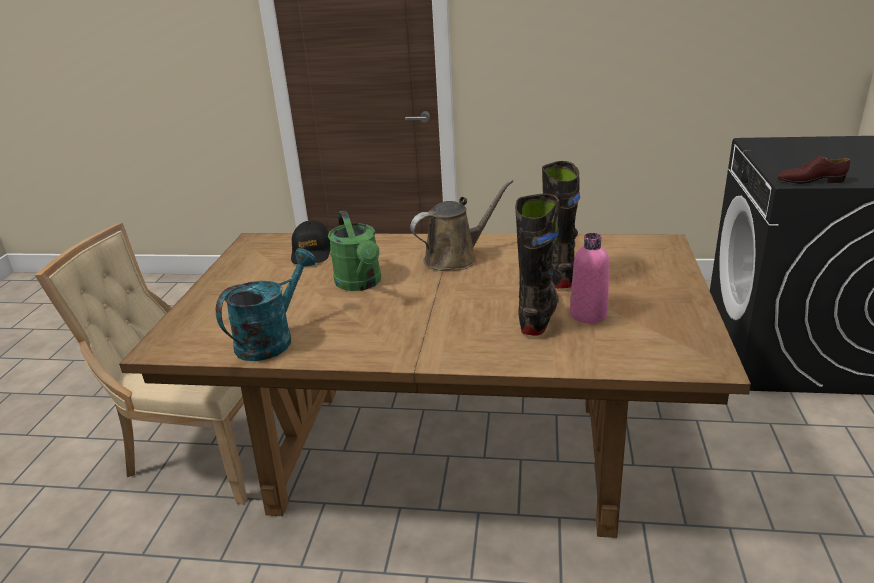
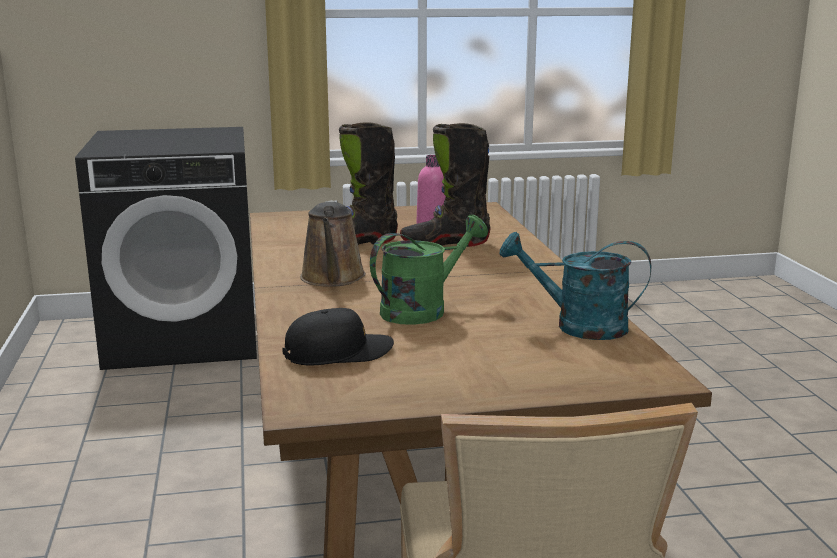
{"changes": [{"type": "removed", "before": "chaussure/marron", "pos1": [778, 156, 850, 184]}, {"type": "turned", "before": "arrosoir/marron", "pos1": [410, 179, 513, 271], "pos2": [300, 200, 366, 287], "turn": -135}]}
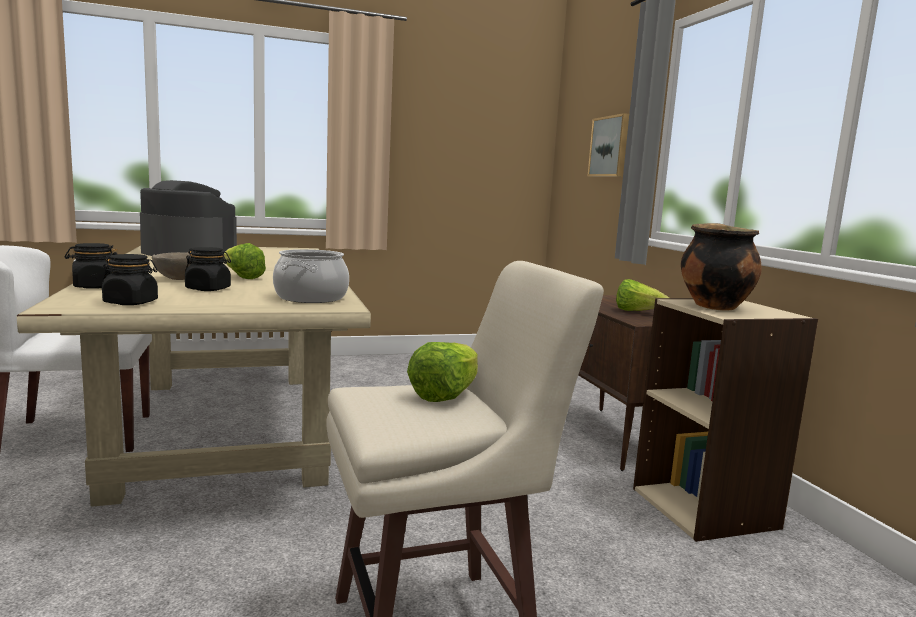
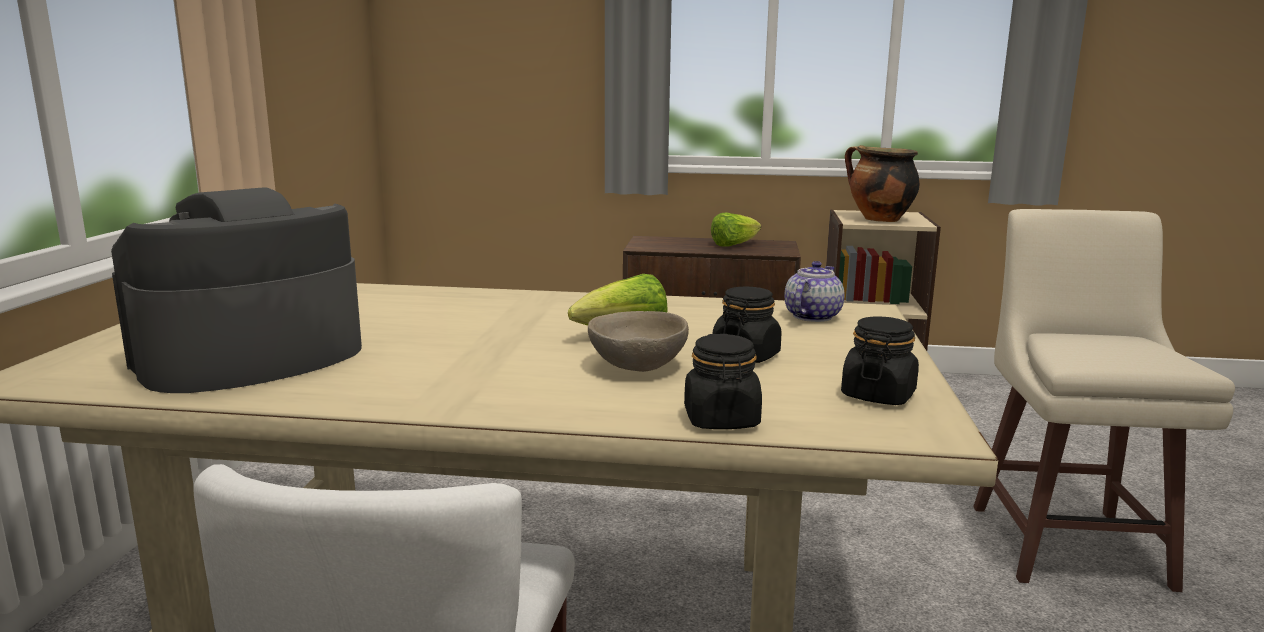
{"changes": [{"type": "removed", "before": "tableau", "pos1": [587, 113, 629, 177]}, {"type": "replaced", "before": "marmite", "after": "théière", "pos1": [273, 249, 349, 303], "pos2": [784, 261, 844, 322]}, {"type": "removed", "before": "laitue", "pos1": [407, 342, 478, 402]}]}
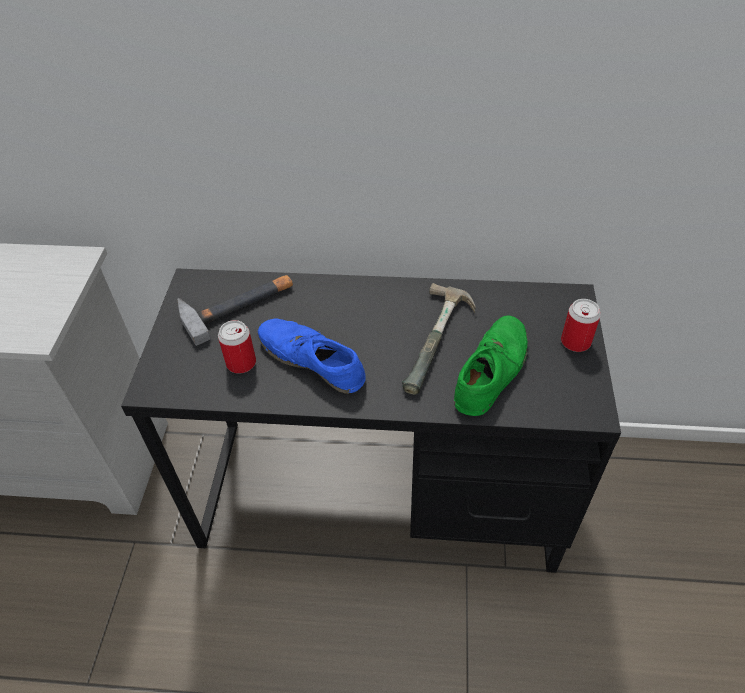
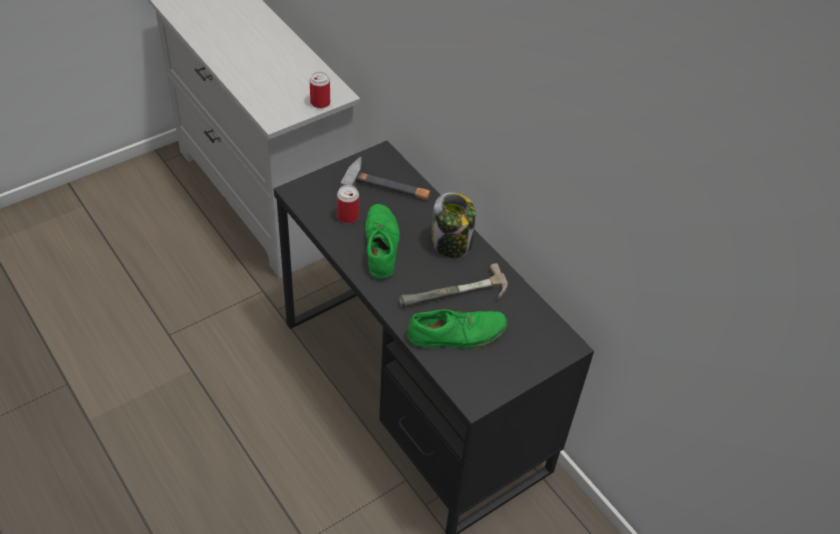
{"changes": [{"type": "moved", "before": "boîte métallique", "pos1": [561, 299, 601, 352], "pos2": [310, 71, 330, 108]}, {"type": "recoloured", "before": "chaussure/bleu", "after": "chaussure/vert", "pos1": [257, 319, 366, 394], "pos2": [365, 204, 400, 279]}, {"type": "added", "after": "bocal", "pos2": [431, 192, 475, 258]}]}
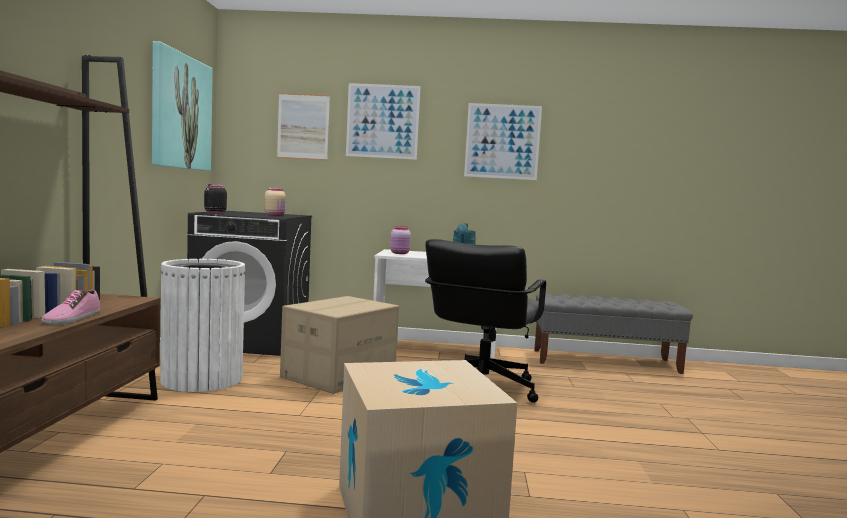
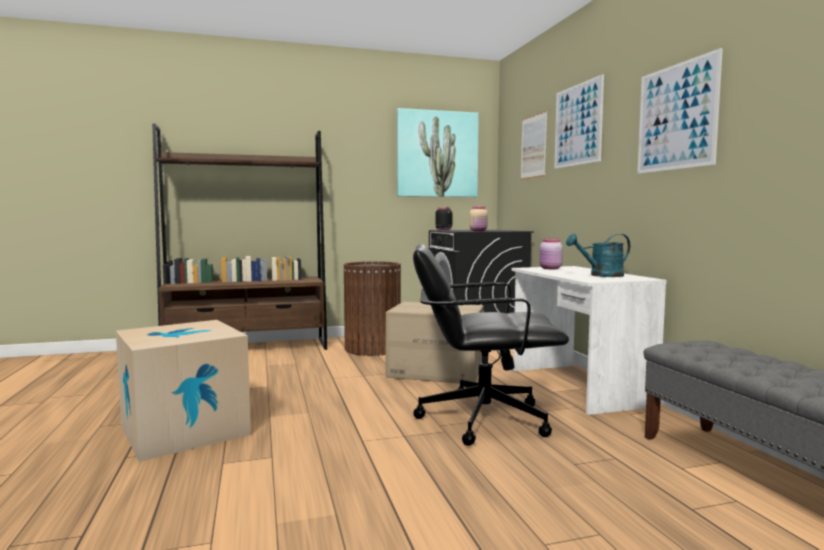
{"changes": [{"type": "recoloured", "before": "poubelle/blanc", "after": "poubelle/marron", "pos1": [160, 259, 246, 392], "pos2": [343, 261, 401, 356]}, {"type": "removed", "before": "chaussure", "pos1": [41, 290, 100, 324]}]}
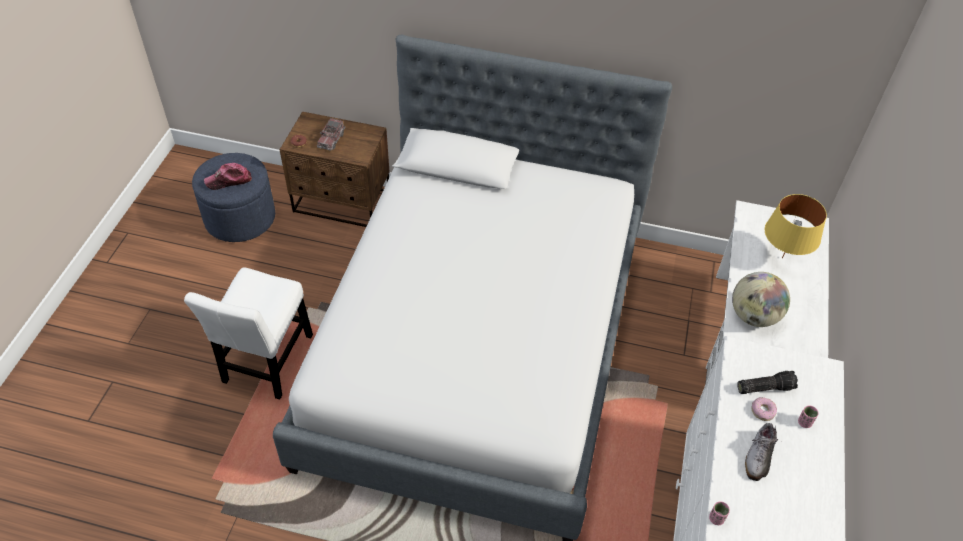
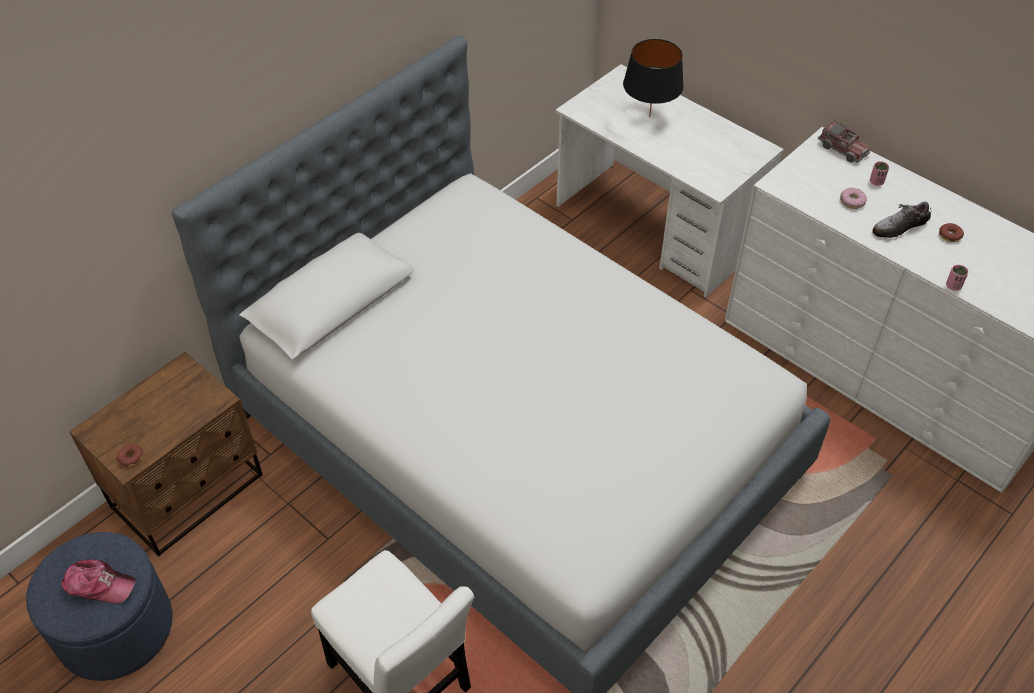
{"changes": [{"type": "moved", "before": "camion jouet", "pos1": [317, 118, 346, 151], "pos2": [818, 120, 870, 163]}, {"type": "turned", "before": "casquette", "pos1": [204, 163, 252, 190], "pos2": [61, 559, 136, 603], "turn": -90}, {"type": "recoloured", "before": "lampe de table/jaune", "after": "lampe de table/noir", "pos1": [765, 194, 827, 259], "pos2": [623, 39, 684, 117]}, {"type": "removed", "before": "globe", "pos1": [732, 272, 790, 327]}, {"type": "removed", "before": "lampe de poche", "pos1": [737, 371, 798, 394]}, {"type": "turned", "before": "chaussure", "pos1": [745, 423, 778, 481], "pos2": [872, 202, 931, 238], "turn": 105}, {"type": "added", "after": "beignet", "pos2": [939, 223, 964, 242]}]}
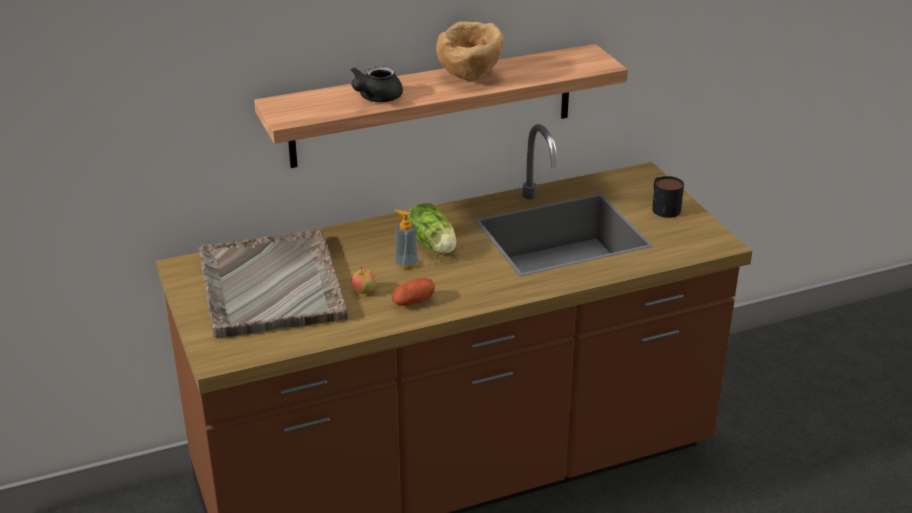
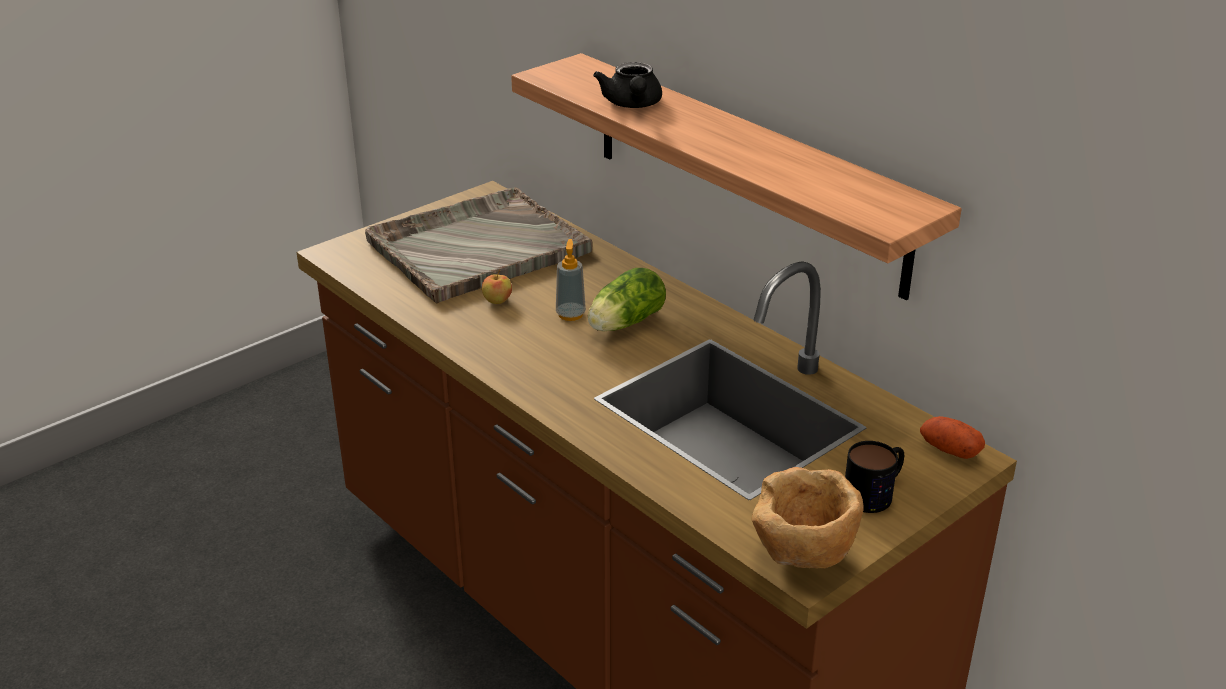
{"changes": [{"type": "moved", "before": "bol/marron", "pos1": [436, 21, 504, 81], "pos2": [752, 467, 864, 568]}, {"type": "turned", "before": "théière/noir", "pos1": [351, 66, 403, 102], "pos2": [593, 62, 662, 108], "turn": -105}, {"type": "moved", "before": "pomme de terre", "pos1": [392, 278, 435, 306], "pos2": [920, 416, 985, 459]}]}
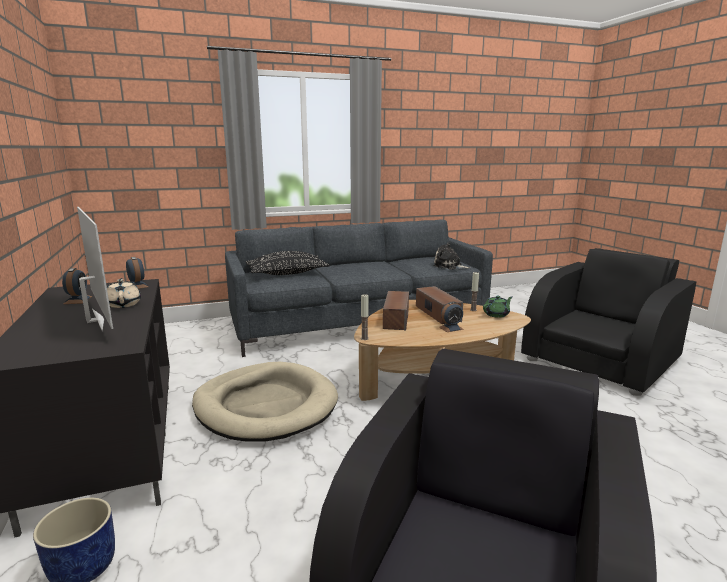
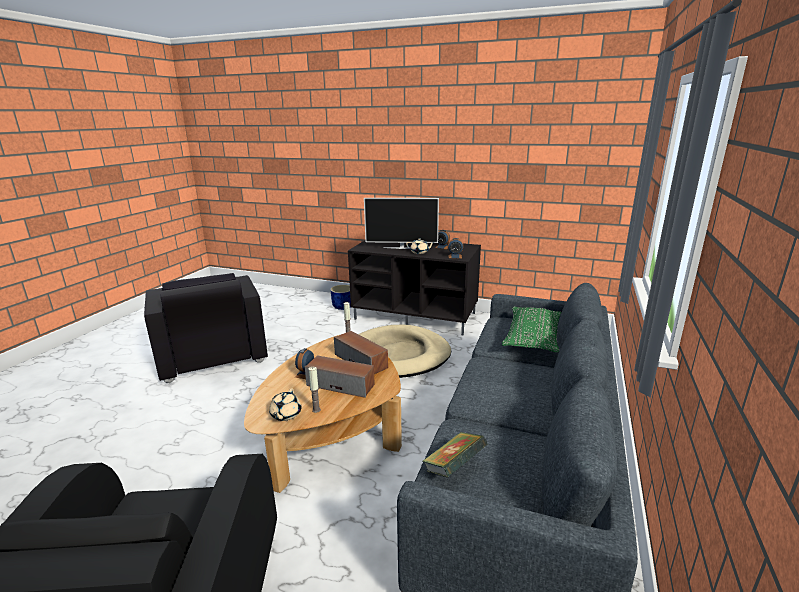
{"changes": [{"type": "replaced", "before": "peluche", "after": "livre", "pos1": [433, 242, 470, 270], "pos2": [422, 432, 488, 478]}, {"type": "recoloured", "before": "coussin/noir", "after": "coussin/vert", "pos1": [246, 251, 330, 275], "pos2": [502, 307, 561, 352]}, {"type": "recoloured", "before": "théière/vert", "after": "théière/beige", "pos1": [483, 296, 513, 318], "pos2": [269, 388, 301, 421]}]}
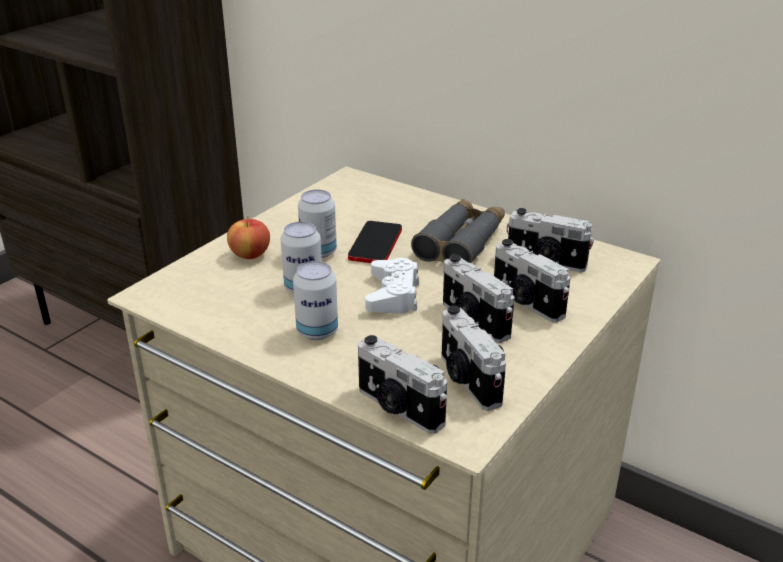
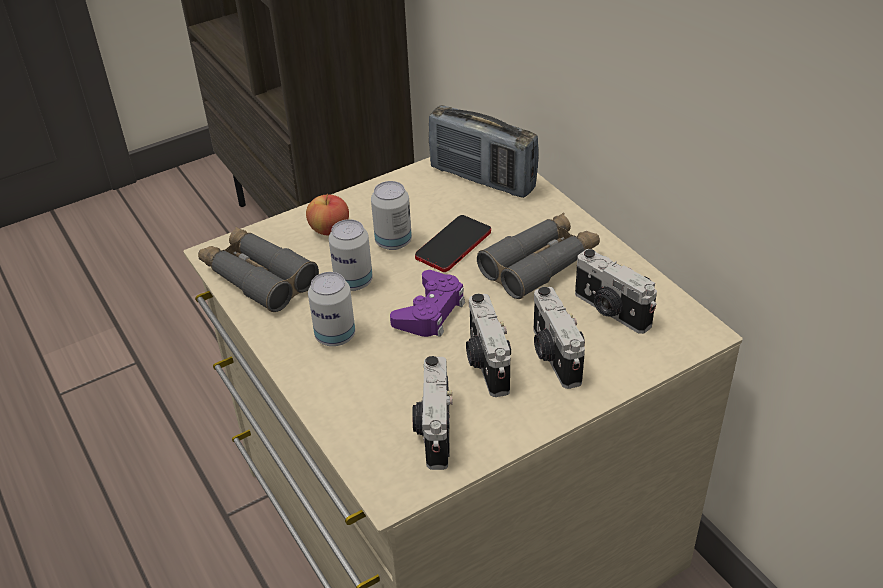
{"changes": [{"type": "recoloured", "before": "manette/blanc", "after": "manette/violet", "pos1": [365, 258, 419, 314], "pos2": [390, 270, 465, 337]}, {"type": "removed", "before": "appareil photo", "pos1": [358, 335, 447, 434]}, {"type": "added", "after": "radio", "pos2": [429, 105, 539, 198]}, {"type": "added", "after": "jumelles/gris", "pos2": [198, 227, 319, 312]}]}
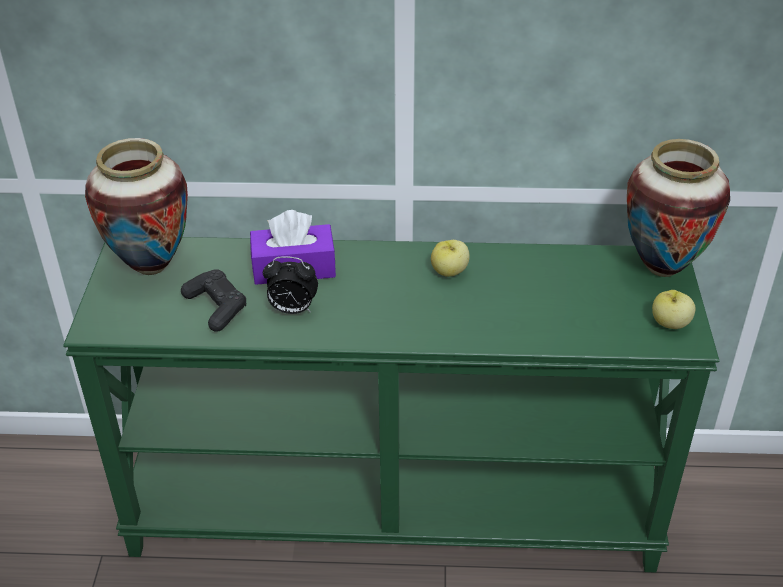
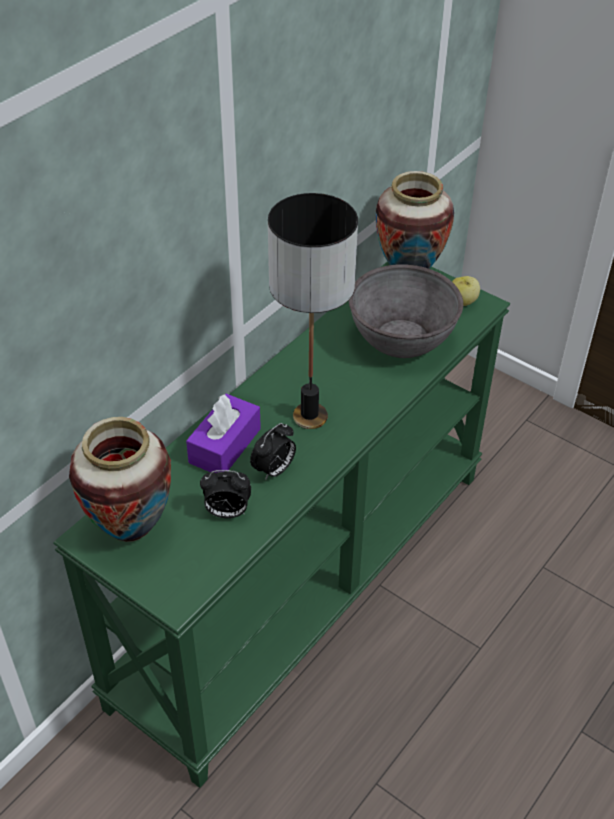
{"changes": [{"type": "removed", "before": "pomme", "pos1": [431, 240, 470, 277]}, {"type": "replaced", "before": "manette/noir", "after": "réveil", "pos1": [181, 269, 246, 332], "pos2": [200, 470, 251, 518]}, {"type": "added", "after": "lampe de table", "pos2": [268, 193, 358, 429]}, {"type": "added", "after": "bol/gris", "pos2": [349, 264, 463, 358]}]}
